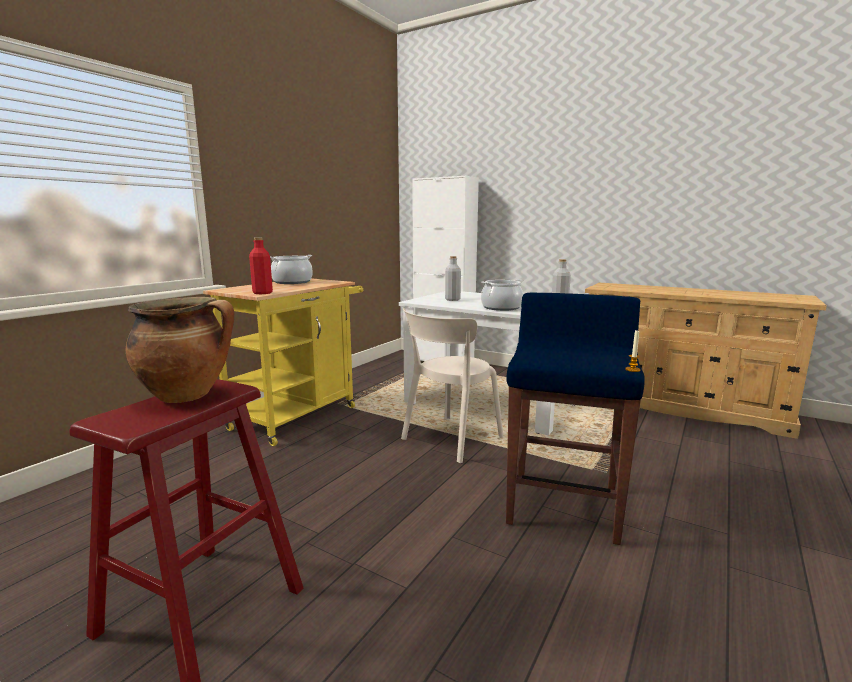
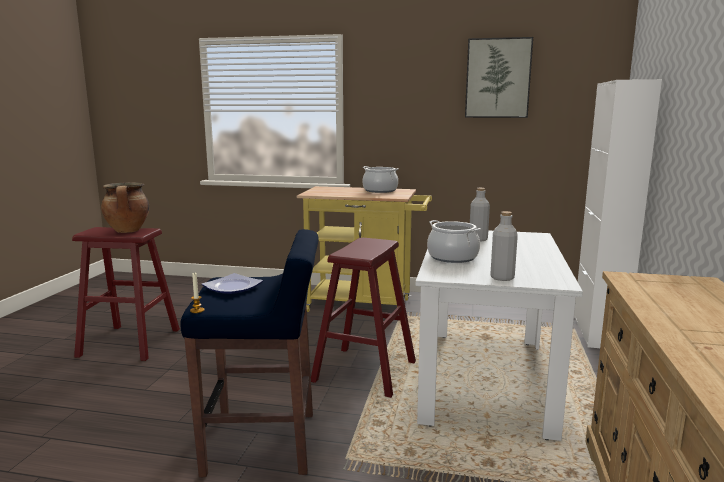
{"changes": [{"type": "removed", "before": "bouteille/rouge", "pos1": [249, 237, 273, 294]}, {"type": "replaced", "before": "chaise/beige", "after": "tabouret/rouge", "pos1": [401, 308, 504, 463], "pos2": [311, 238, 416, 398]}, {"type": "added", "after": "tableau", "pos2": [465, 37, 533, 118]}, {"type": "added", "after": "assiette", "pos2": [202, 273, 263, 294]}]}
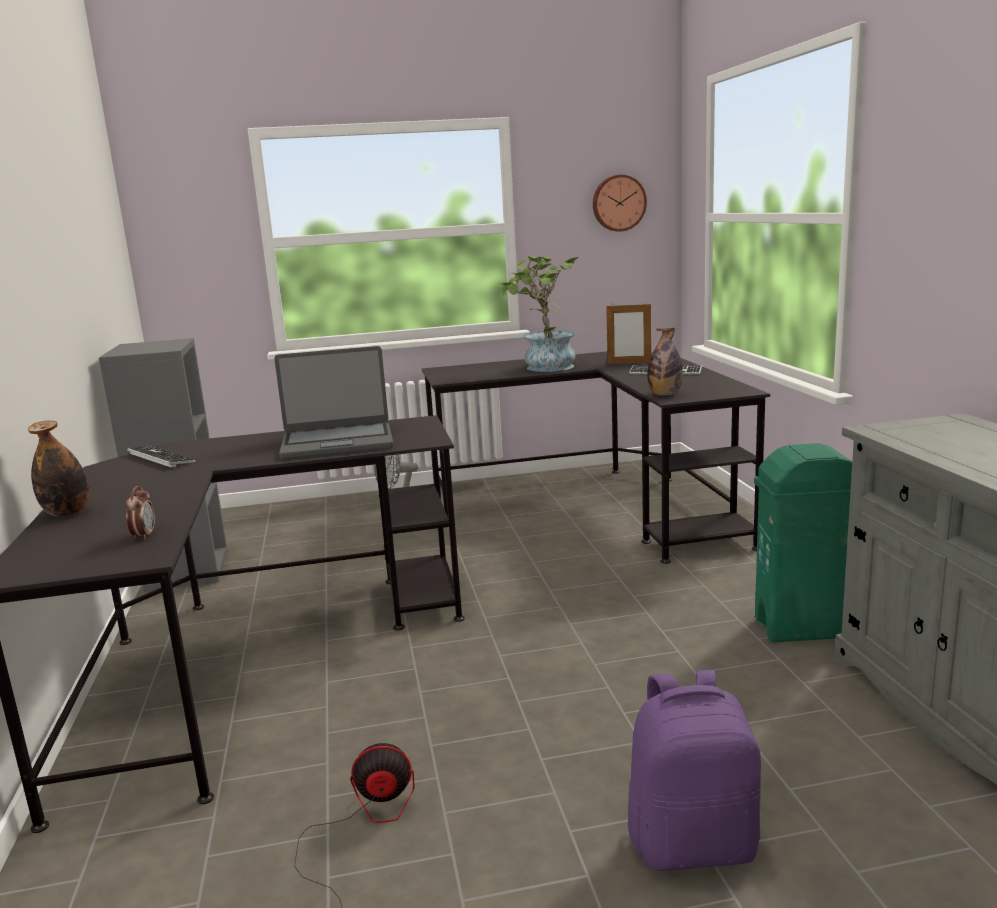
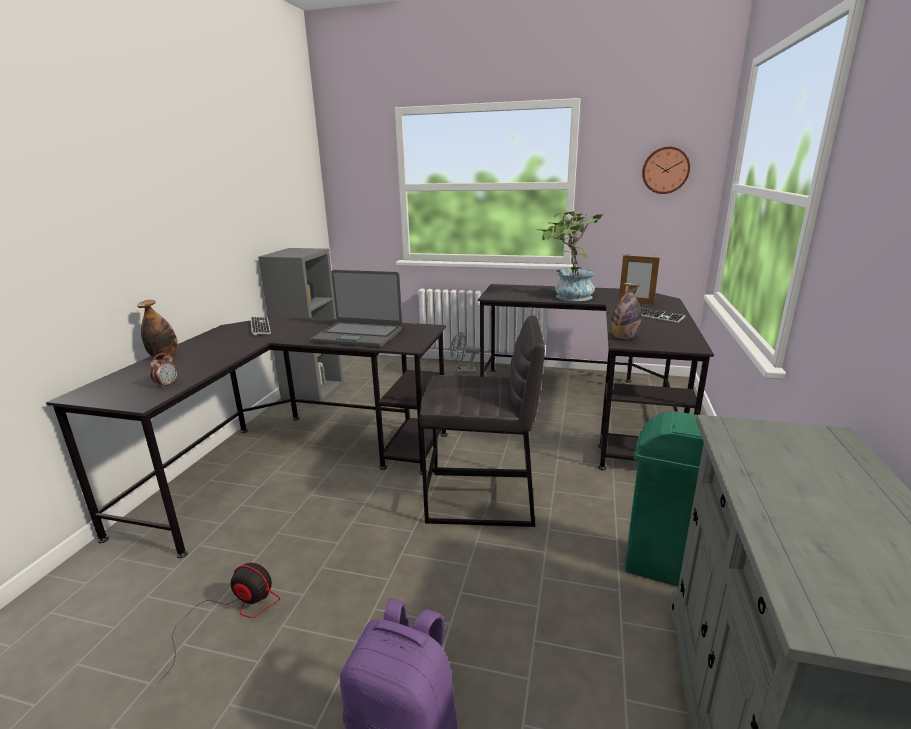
{"changes": [{"type": "added", "after": "tabouret/gris", "pos2": [419, 316, 545, 527]}]}
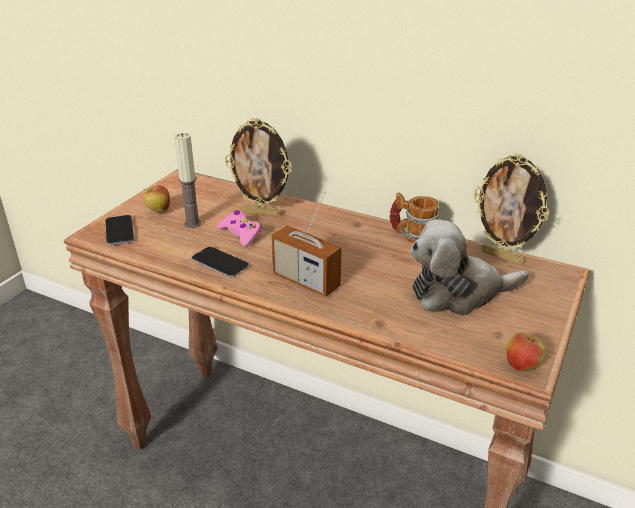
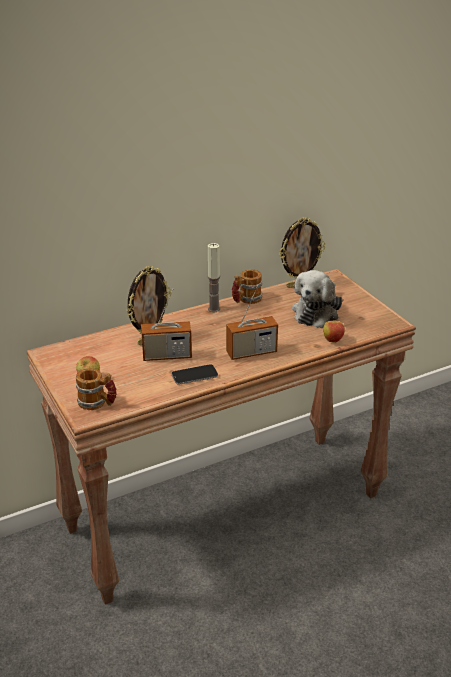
{"changes": [{"type": "moved", "before": "bougie", "pos1": [174, 133, 201, 228], "pos2": [207, 243, 220, 312]}, {"type": "replaced", "before": "manette/rose", "after": "radio", "pos1": [217, 210, 262, 247], "pos2": [141, 288, 192, 361]}, {"type": "replaced", "before": "téléphone", "after": "mug", "pos1": [105, 215, 134, 245], "pos2": [76, 368, 117, 410]}, {"type": "moved", "before": "pomme", "pos1": [507, 332, 546, 372], "pos2": [323, 317, 345, 343]}]}
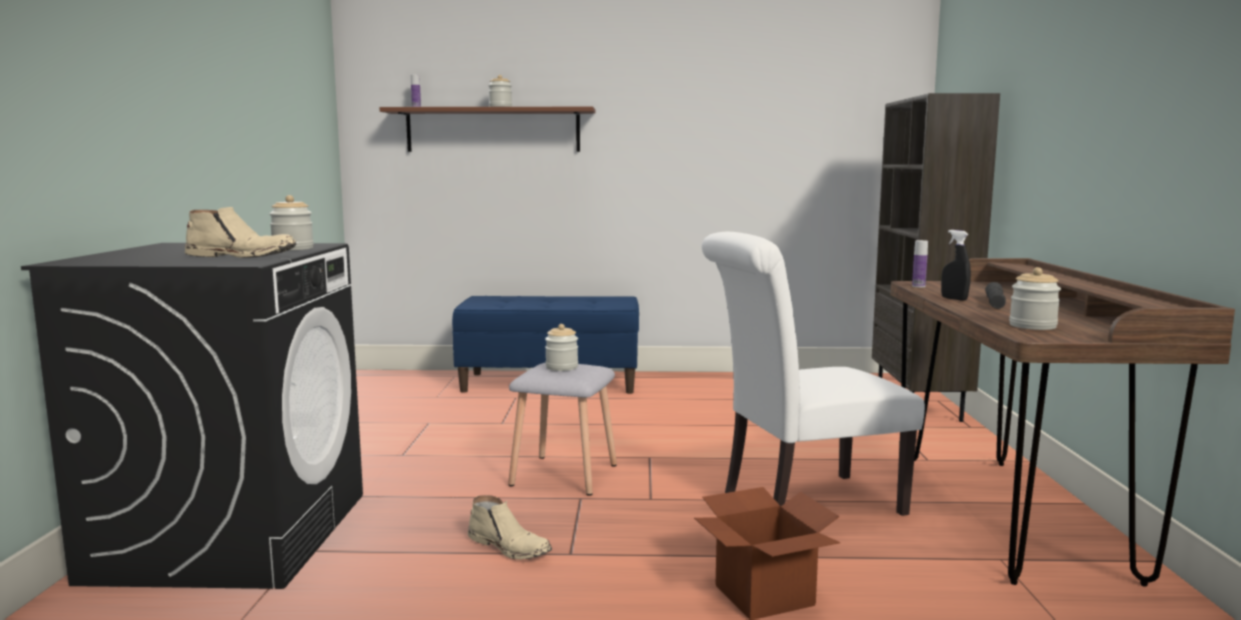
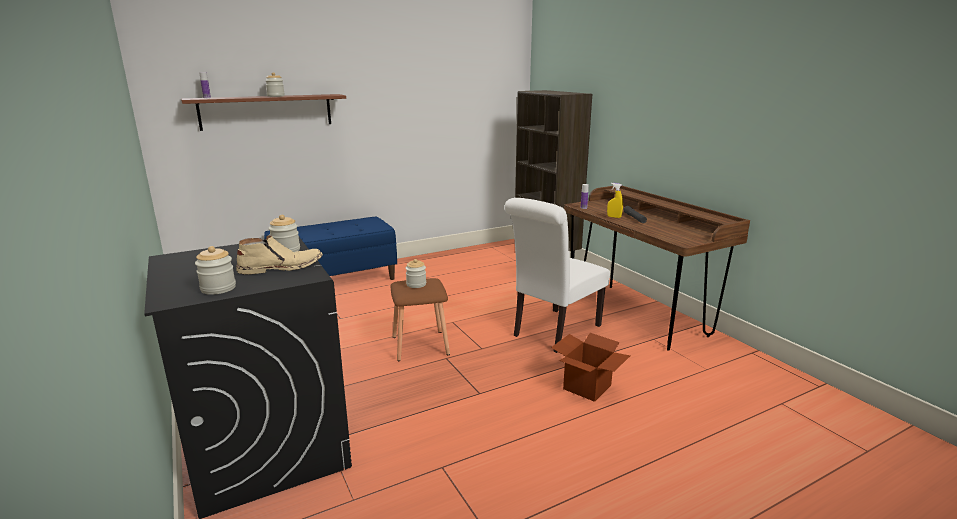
{"changes": [{"type": "recoloured", "before": "vaporisateur/noir", "after": "vaporisateur/jaune", "pos1": [941, 230, 971, 301], "pos2": [607, 183, 623, 218]}, {"type": "moved", "before": "bocal", "pos1": [1009, 267, 1061, 330], "pos2": [195, 246, 236, 295]}, {"type": "recoloured", "before": "tabouret/gris", "after": "tabouret/marron", "pos1": [508, 363, 617, 496], "pos2": [391, 278, 450, 361]}, {"type": "removed", "before": "botte/beige", "pos1": [468, 495, 552, 560]}]}
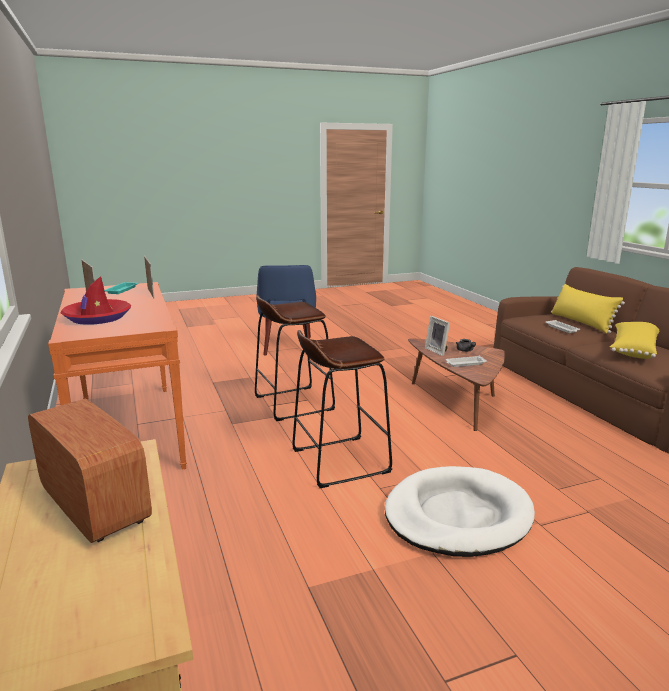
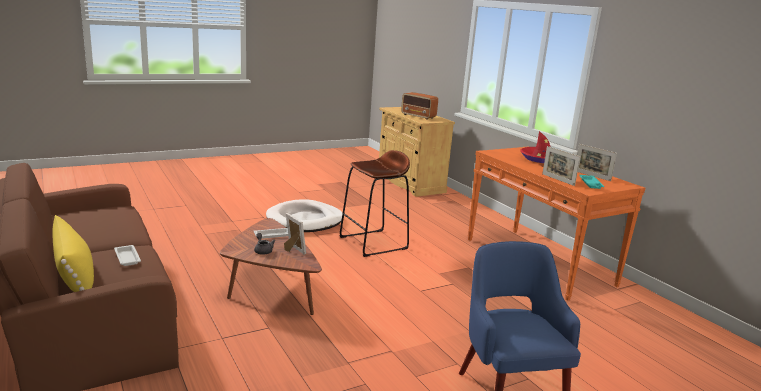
{"changes": [{"type": "removed", "before": "tabouret/marron", "pos1": [255, 295, 335, 421]}, {"type": "removed", "before": "coussin/jaune", "pos1": [610, 322, 659, 359]}]}
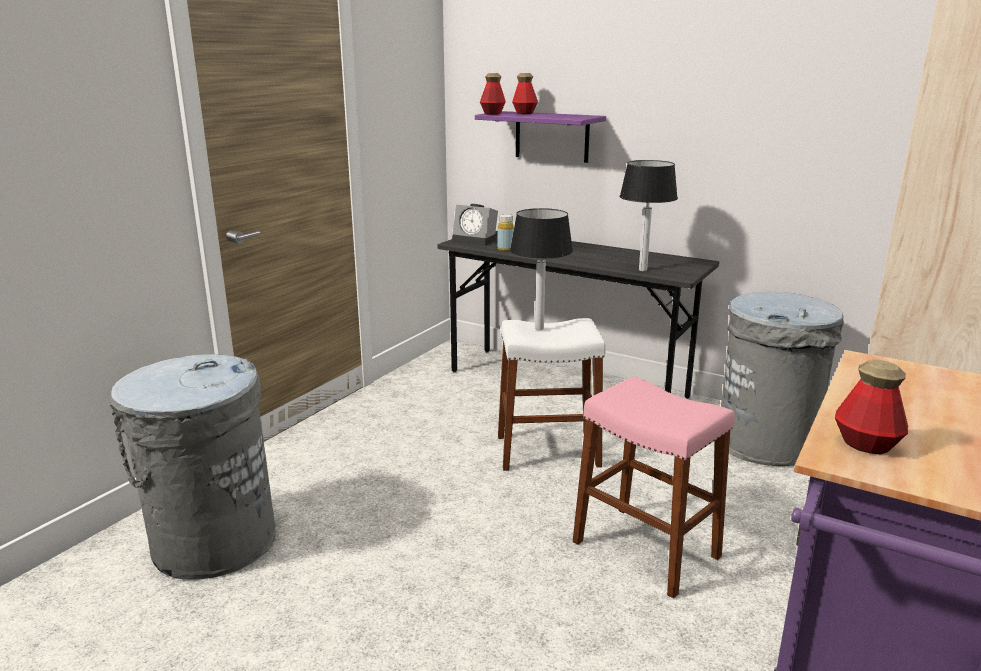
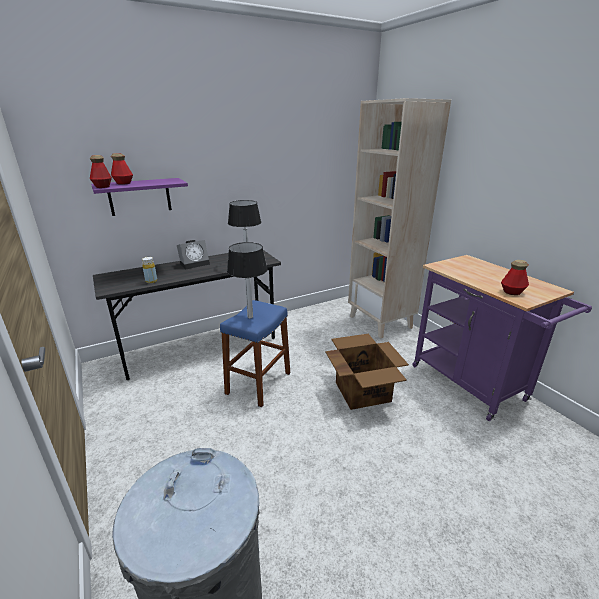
{"changes": [{"type": "moved", "before": "réveil", "pos1": [452, 204, 498, 246], "pos2": [177, 240, 210, 269]}, {"type": "removed", "before": "poubelle/gris", "pos1": [721, 292, 844, 466]}, {"type": "recoloured", "before": "tabouret/blanc", "after": "tabouret/bleu", "pos1": [498, 318, 606, 471], "pos2": [220, 300, 290, 407]}, {"type": "replaced", "before": "tabouret/rose", "after": "carton", "pos1": [573, 377, 735, 599], "pos2": [325, 334, 409, 410]}]}
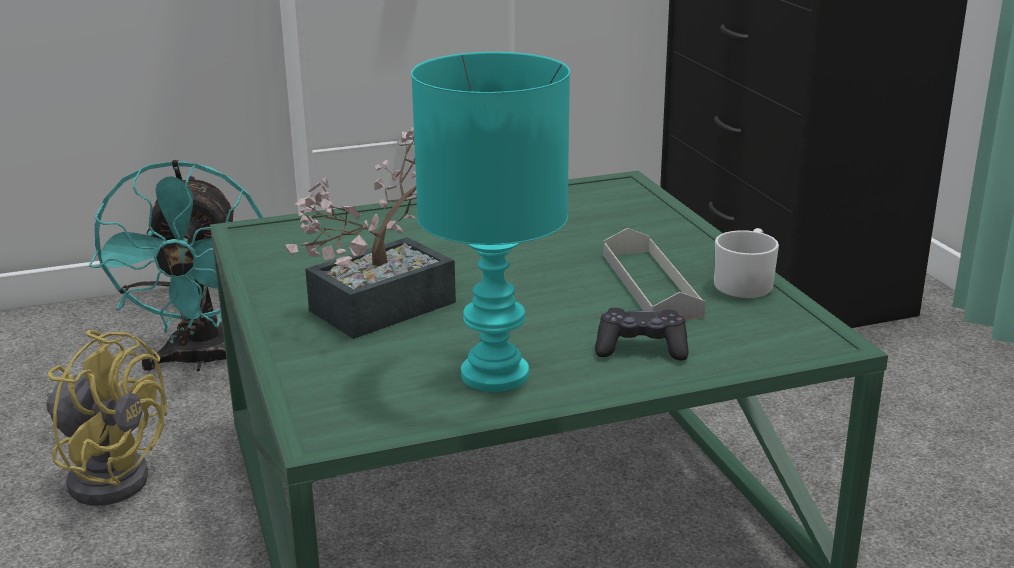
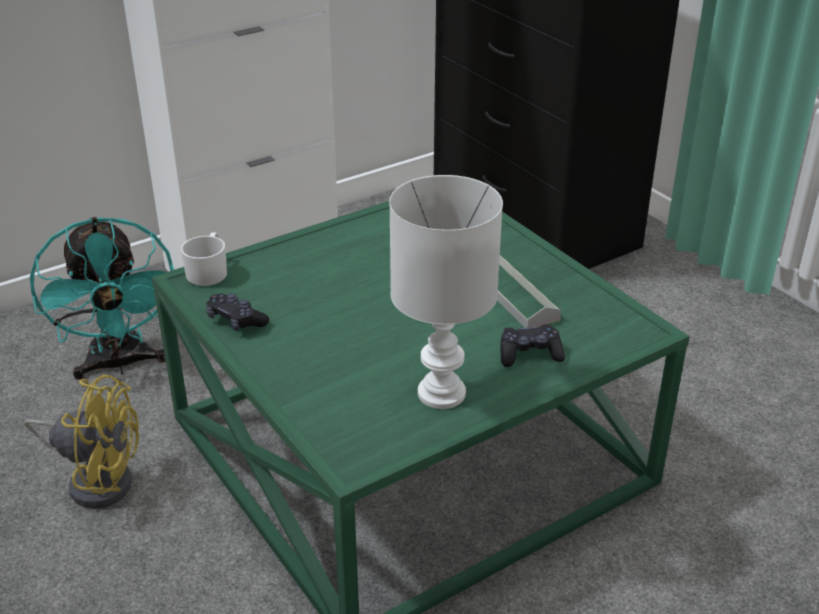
{"changes": [{"type": "recoloured", "before": "lampe de table/turquoise", "after": "lampe de table/blanc", "pos1": [411, 52, 570, 392], "pos2": [389, 175, 503, 409]}, {"type": "removed", "before": "plante en pot", "pos1": [285, 127, 456, 339]}, {"type": "moved", "before": "mug/blanc", "pos1": [714, 228, 779, 298], "pos2": [181, 232, 227, 286]}, {"type": "added", "after": "manette/noir", "pos2": [206, 293, 269, 331]}]}
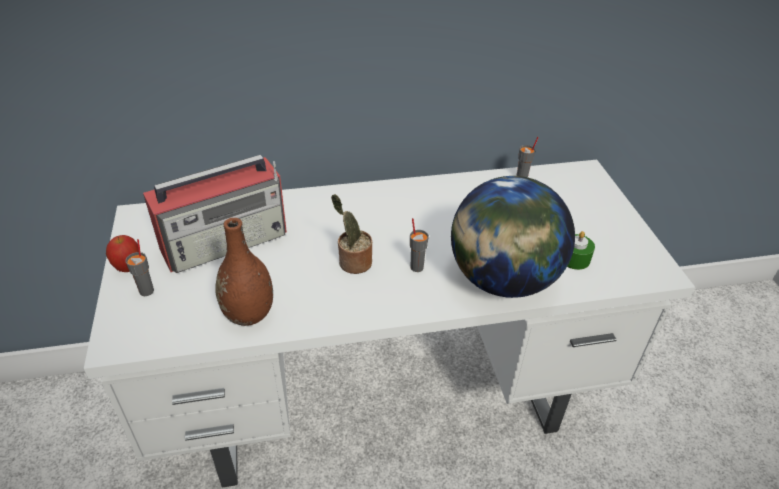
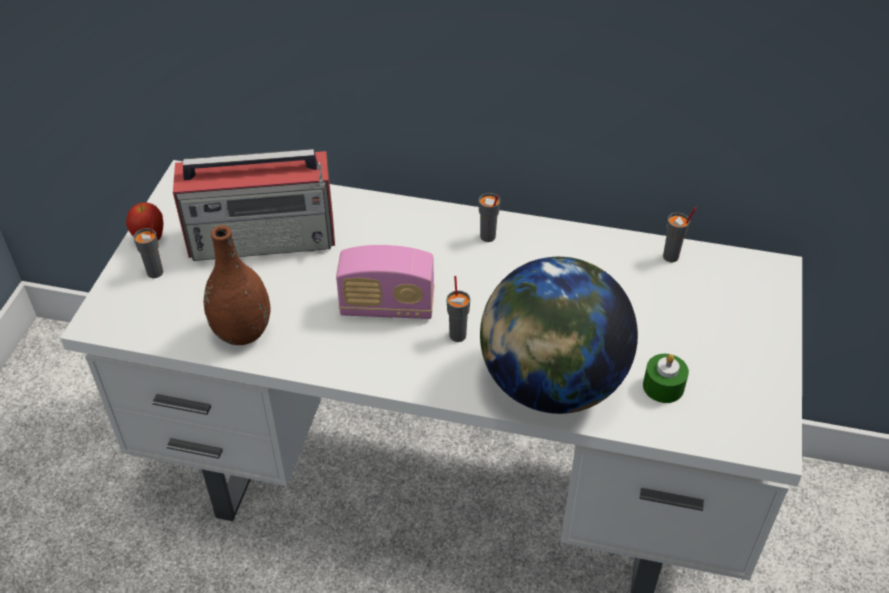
{"changes": [{"type": "replaced", "before": "plante en pot", "after": "radio", "pos1": [331, 194, 372, 274], "pos2": [336, 245, 434, 319]}, {"type": "added", "after": "tasse/gris", "pos2": [479, 193, 500, 242]}]}
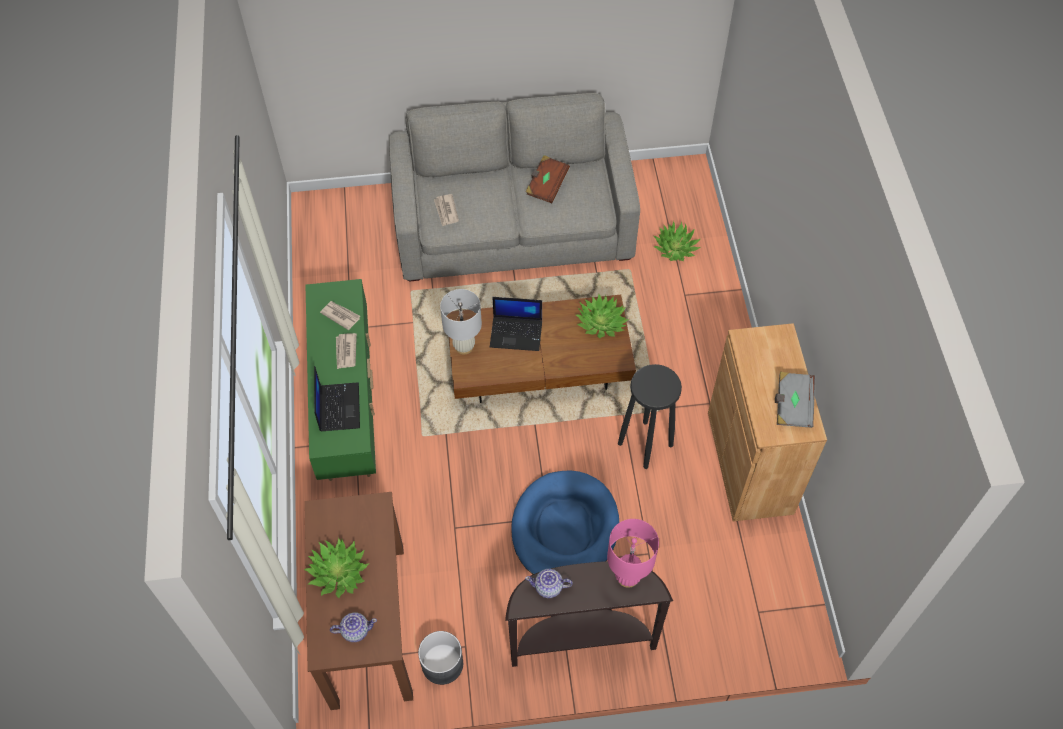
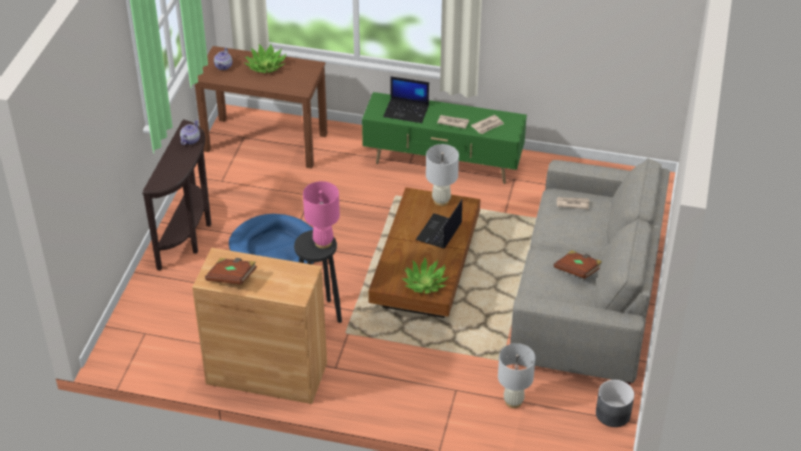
{"changes": [{"type": "replaced", "before": "plante en pot", "after": "lampe de table/blanc", "pos1": [654, 221, 701, 261], "pos2": [498, 343, 536, 408]}, {"type": "recoloured", "before": "livre/gris", "after": "livre/marron", "pos1": [775, 372, 816, 428], "pos2": [205, 258, 257, 285]}, {"type": "moved", "before": "lampe de table/rose", "pos1": [607, 519, 659, 588], "pos2": [303, 181, 340, 249]}, {"type": "moved", "before": "cache-pot/gris", "pos1": [418, 631, 463, 685], "pos2": [596, 380, 634, 427]}]}
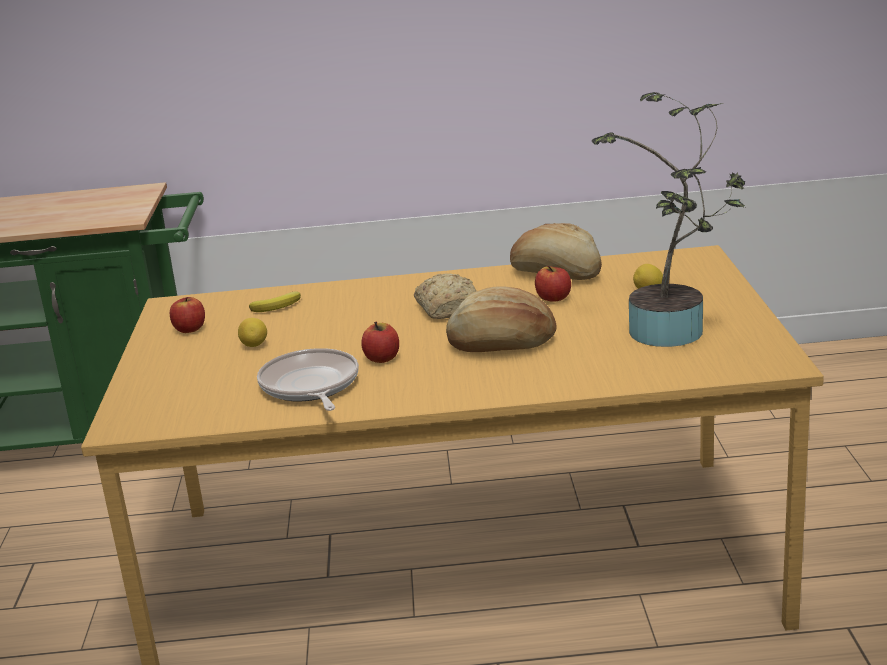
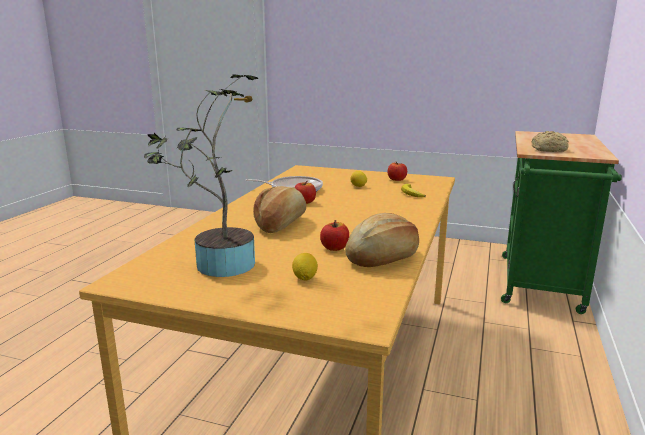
{"changes": [{"type": "moved", "before": "pain", "pos1": [414, 273, 476, 319], "pos2": [532, 131, 569, 152]}]}
